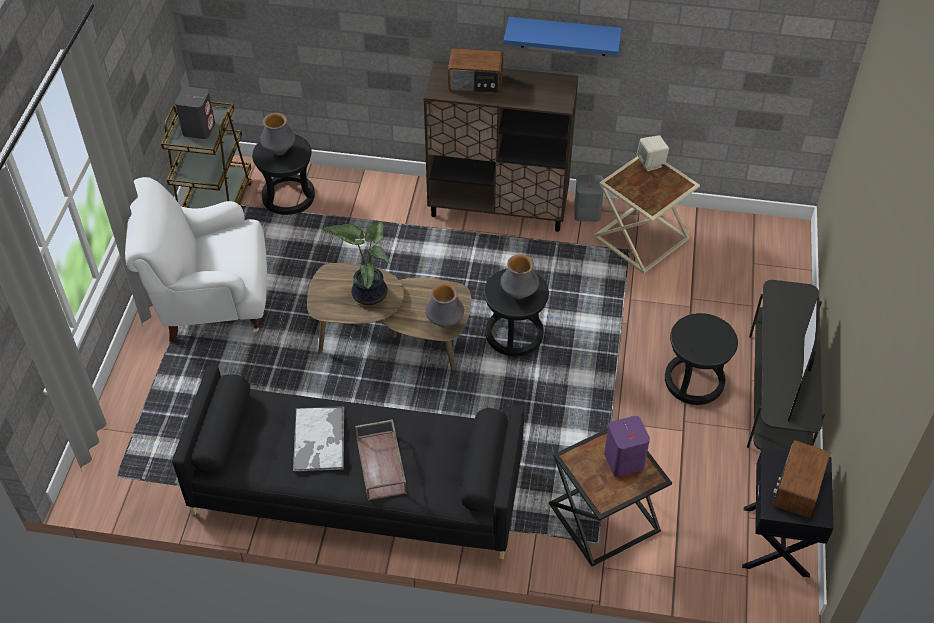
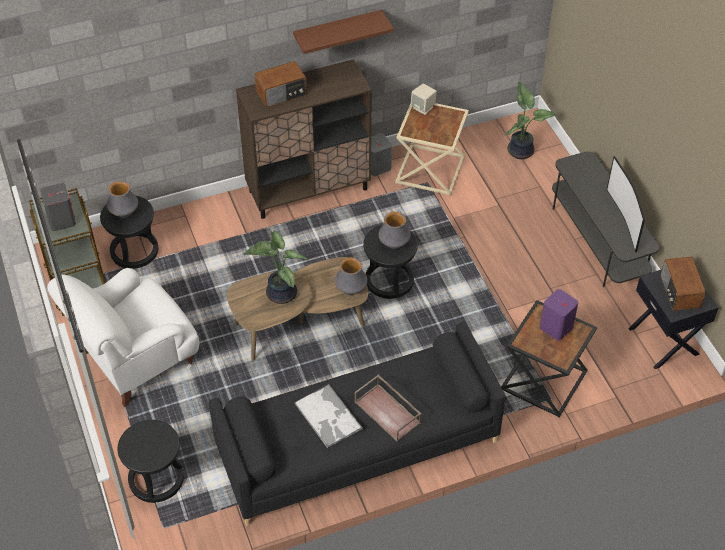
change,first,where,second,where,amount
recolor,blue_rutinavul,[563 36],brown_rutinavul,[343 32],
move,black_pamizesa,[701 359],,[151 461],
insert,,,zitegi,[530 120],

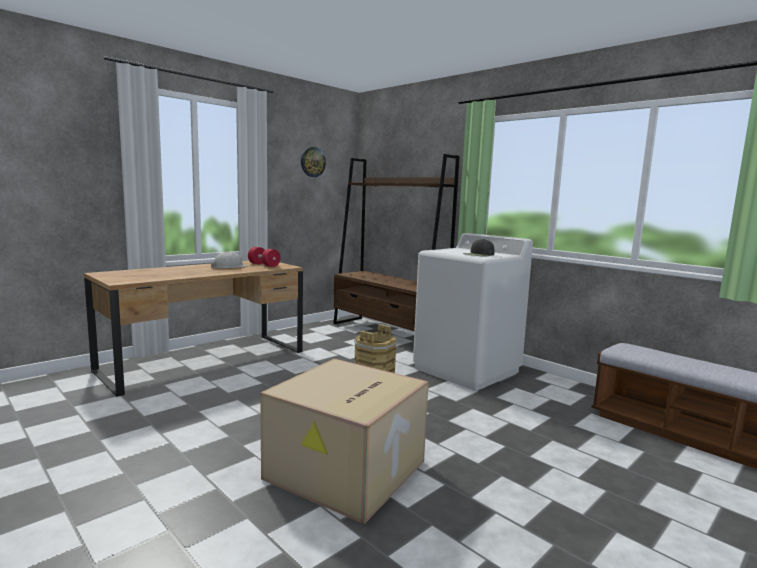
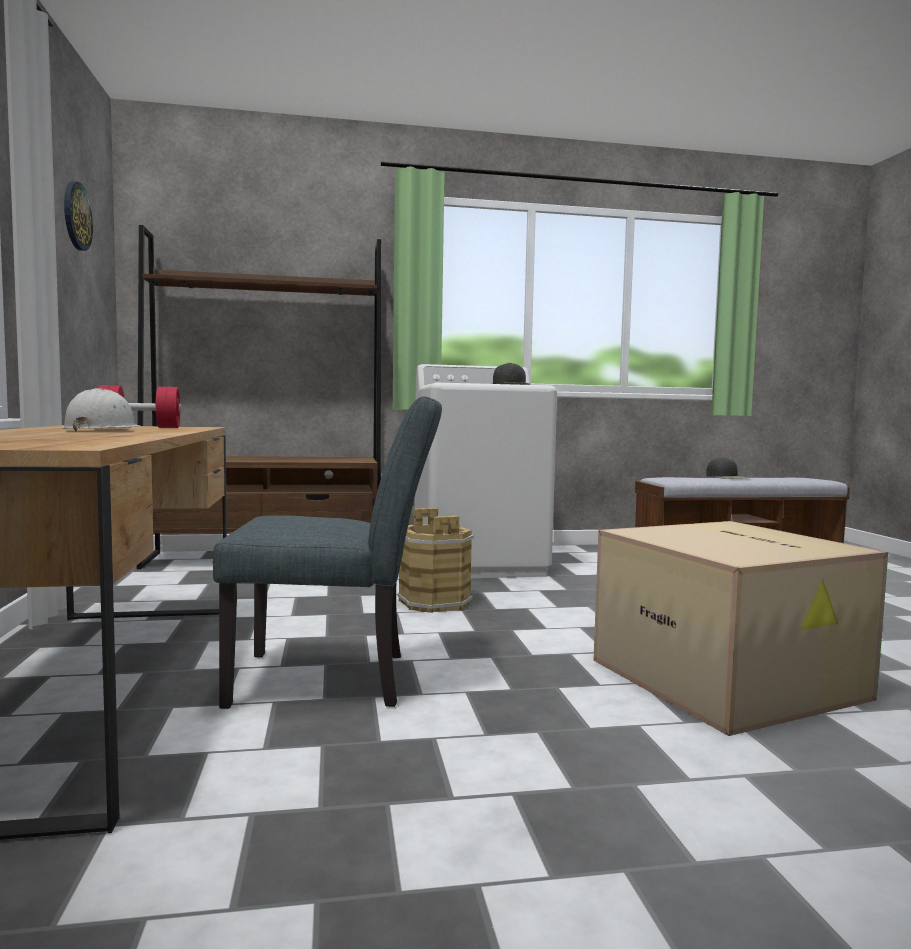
change,first,where,second,where,amount
insert,,,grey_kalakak,[327 553],
insert,,,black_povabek,[728 468],

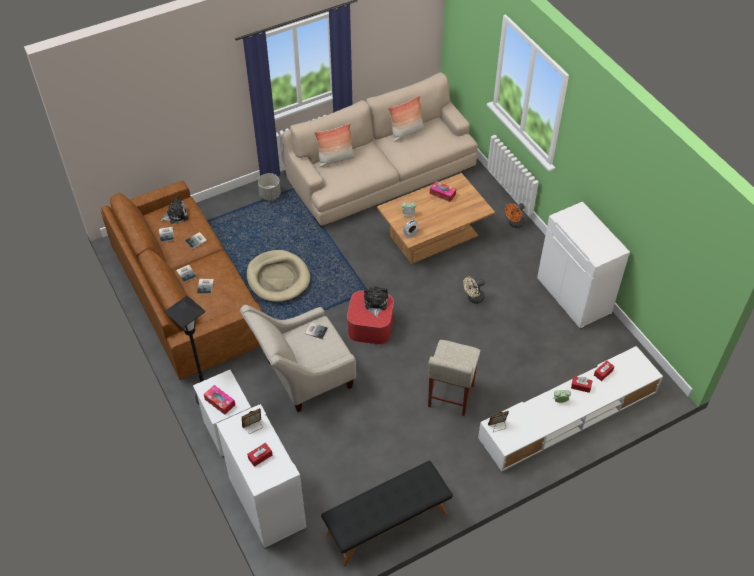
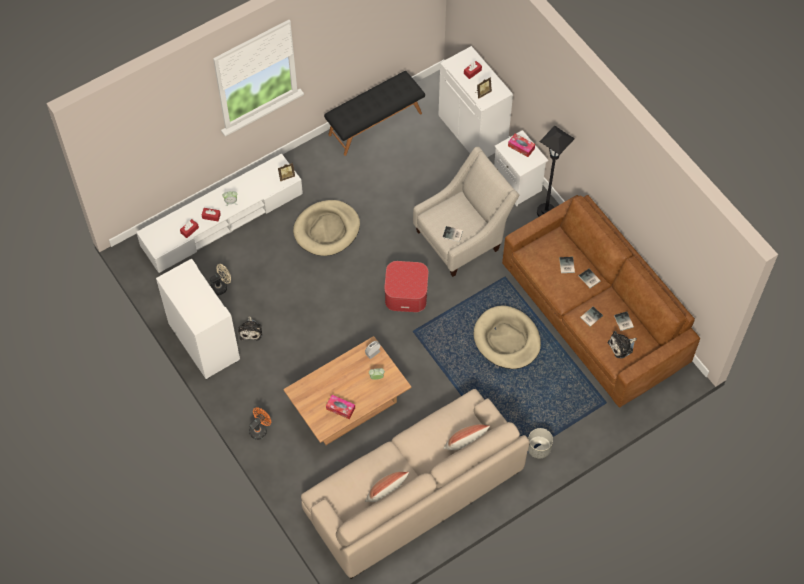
change,first,where,second,where,amount
move,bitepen,[376 302],,[250 328],
replace,beige_pamizesa,[454 378],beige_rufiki,[326 228],
move,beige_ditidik,[474 290],,[220 279],

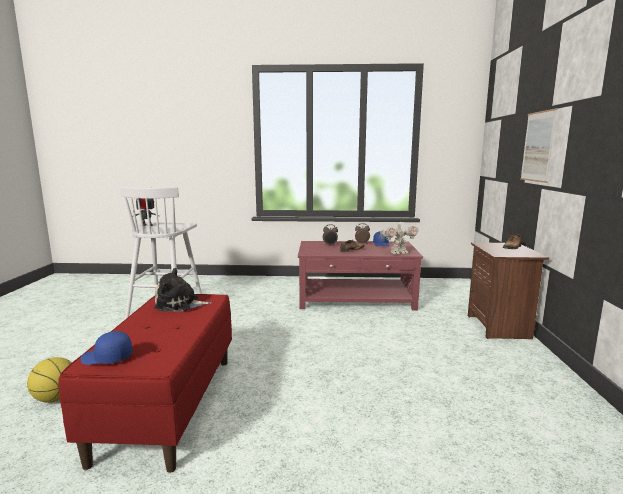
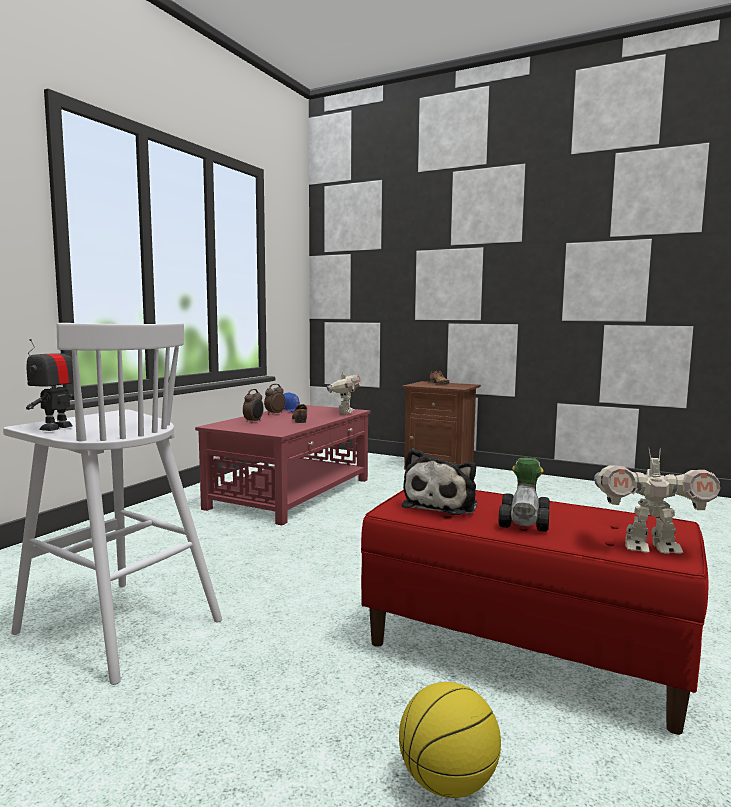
change,first,where,second,where,amount
replace,blue_povabek,[107 348],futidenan,[657 501],
delete,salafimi,[538 145],,,
insert,,,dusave,[524 495],

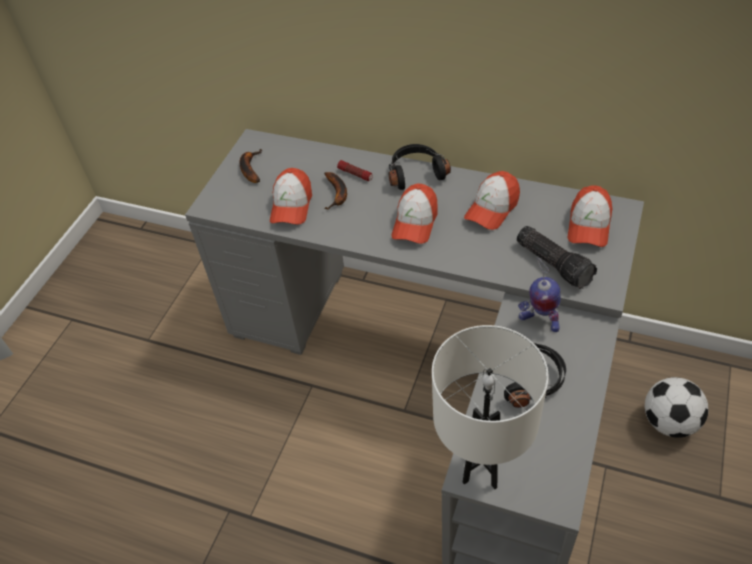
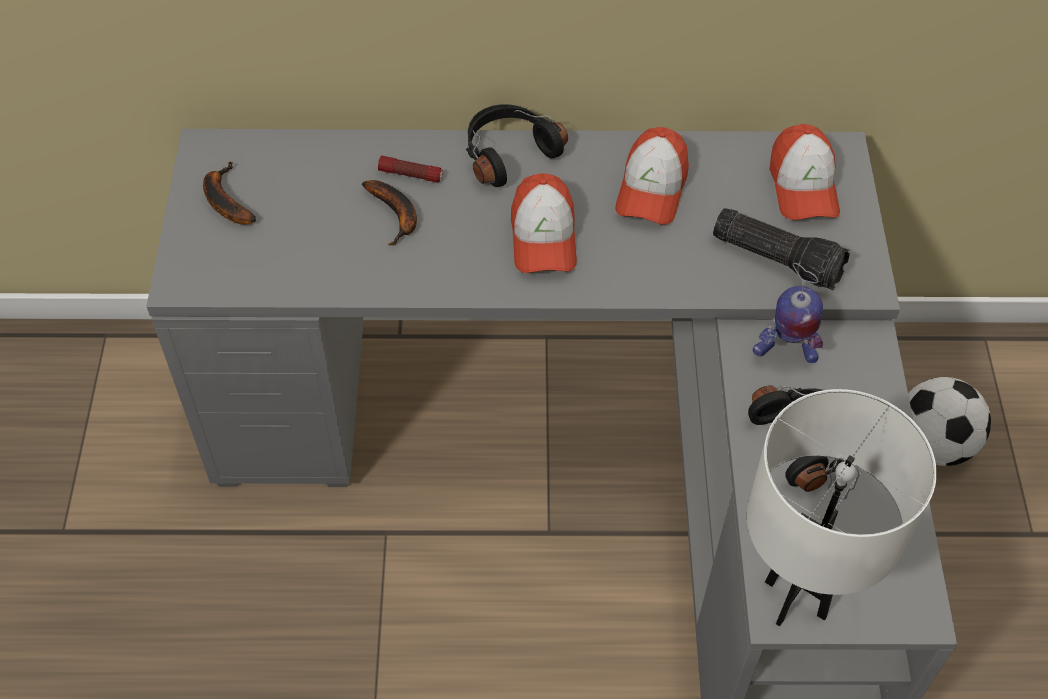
change,first,where,second,where,amount
delete,povabek,[291 196],,,

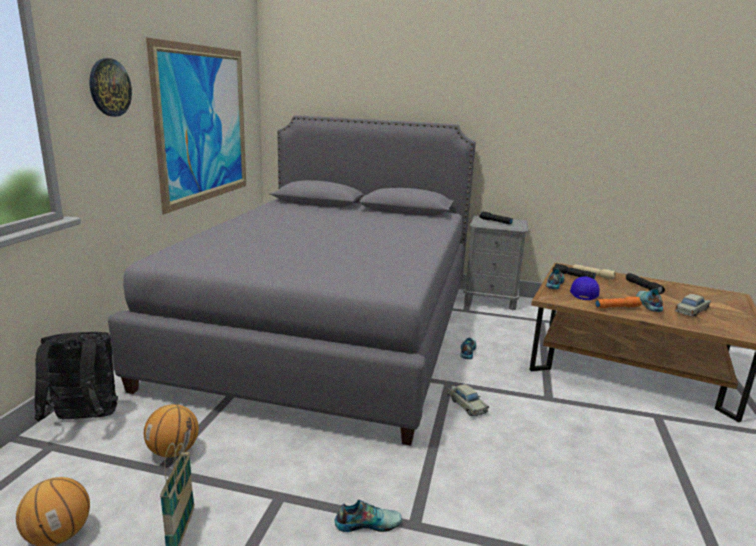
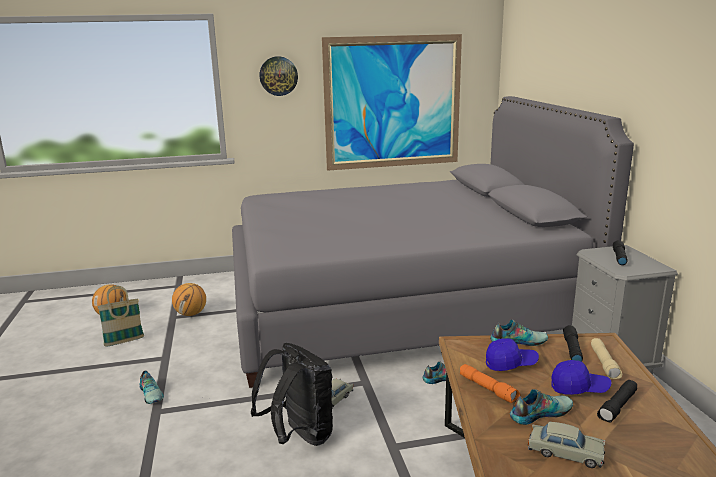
change,first,where,second,where,amount
move,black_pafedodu,[76 377],,[292 394],
insert,,,blue_povabek,[581 377],

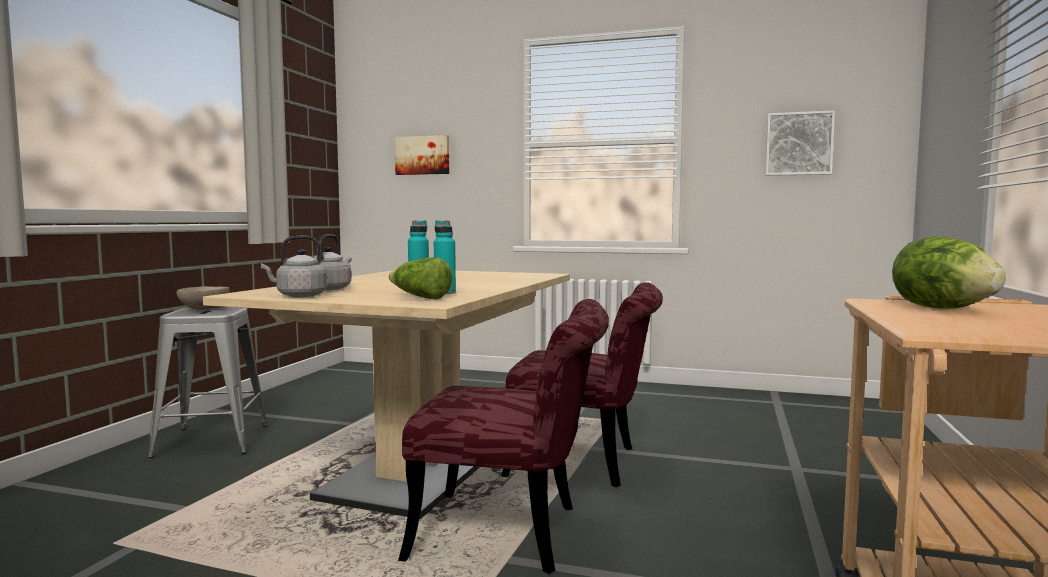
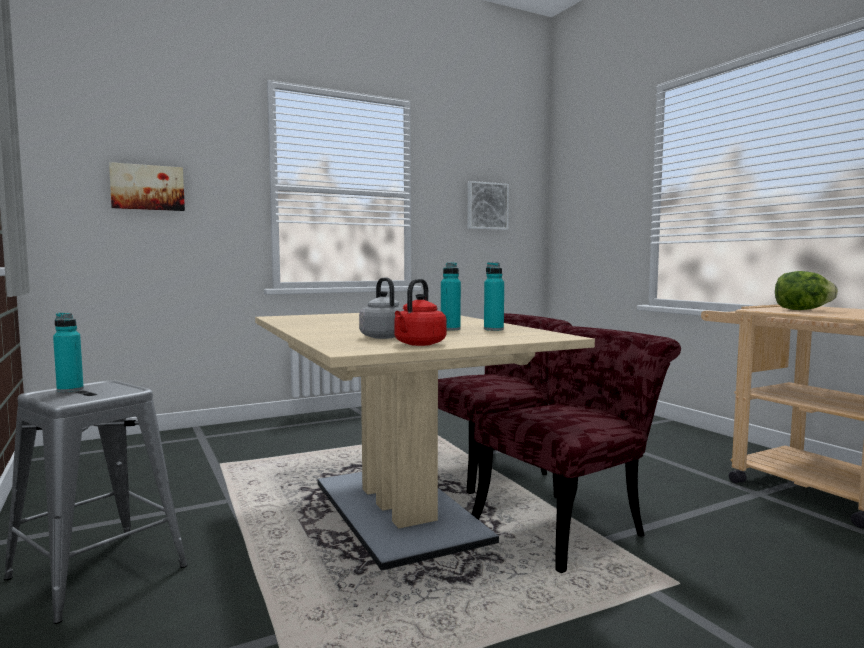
change,first,where,second,where,amount
replace,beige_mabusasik,[203 298],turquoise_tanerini,[68 352],
recolor,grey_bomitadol,[294 266],red_bomitadol,[420 312],
delete,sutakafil,[420 278],,,

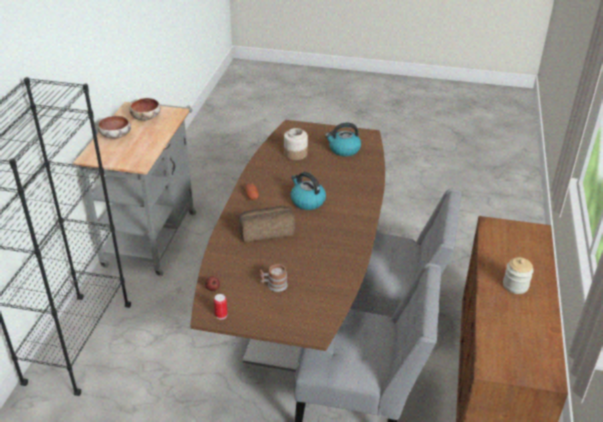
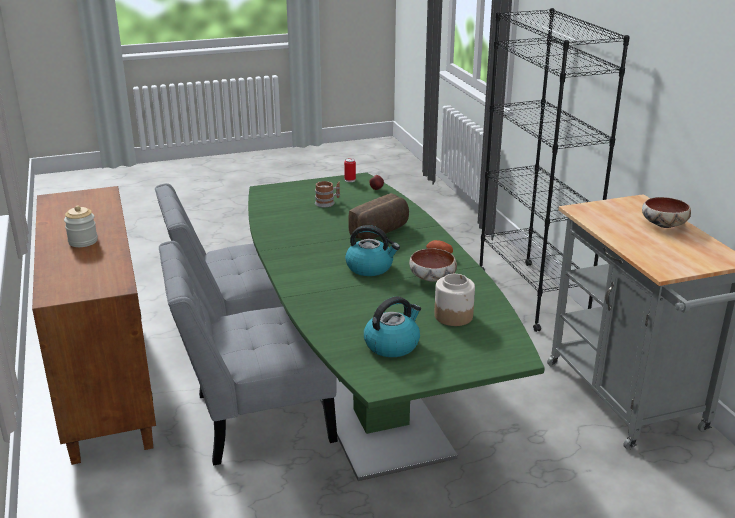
change,first,where,second,where,amount
move,mabusasik,[145 109],,[433 265],
recolor,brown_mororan,[287 246],green_mororan,[396 326],

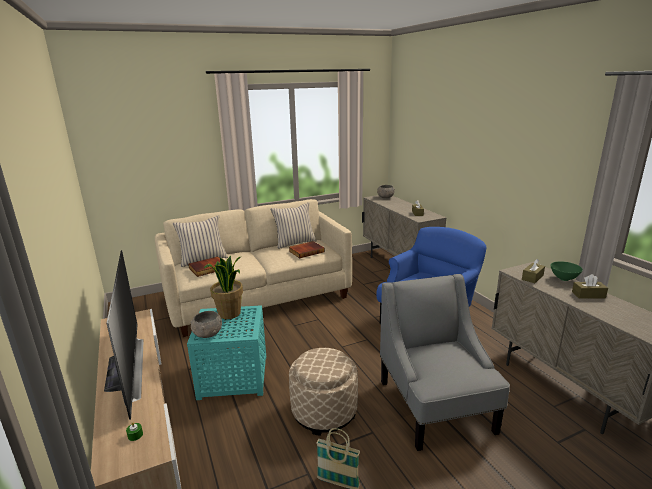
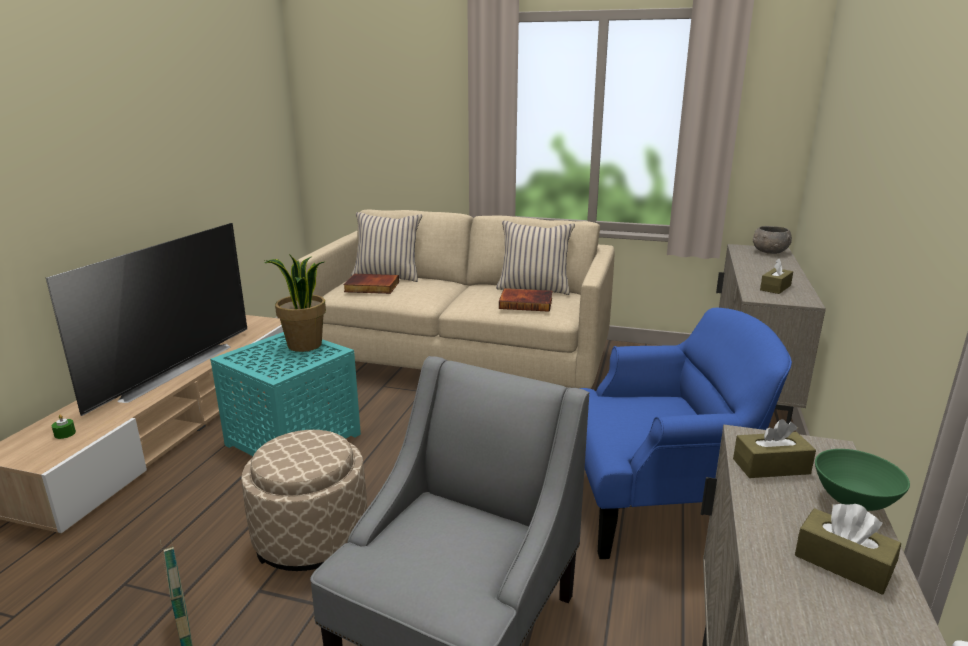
change,first,where,second,where,amount
delete,grey_mabusasik,[206 324],,,

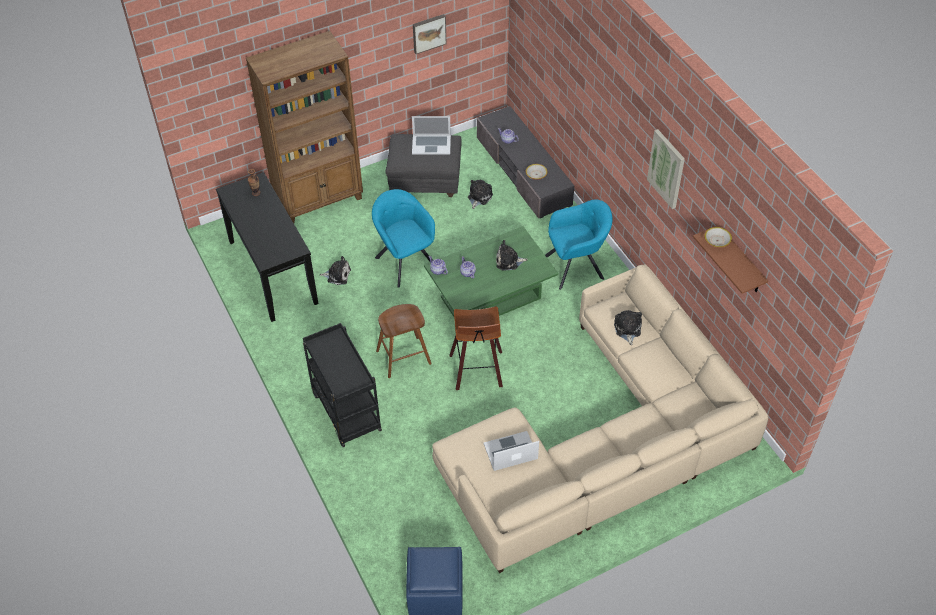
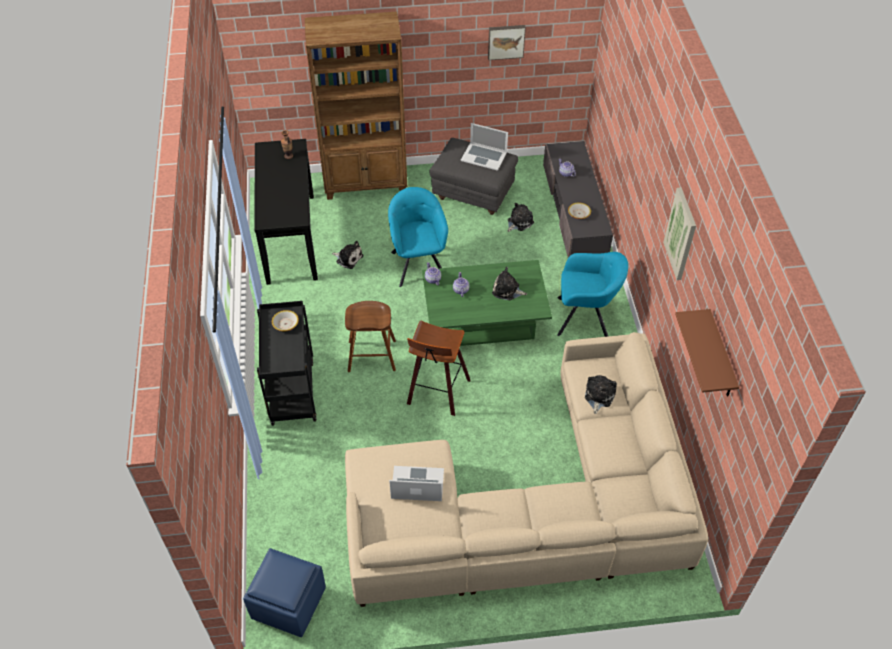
change,first,where,second,where,amount
move,mabusasik,[718 237],,[285 320],

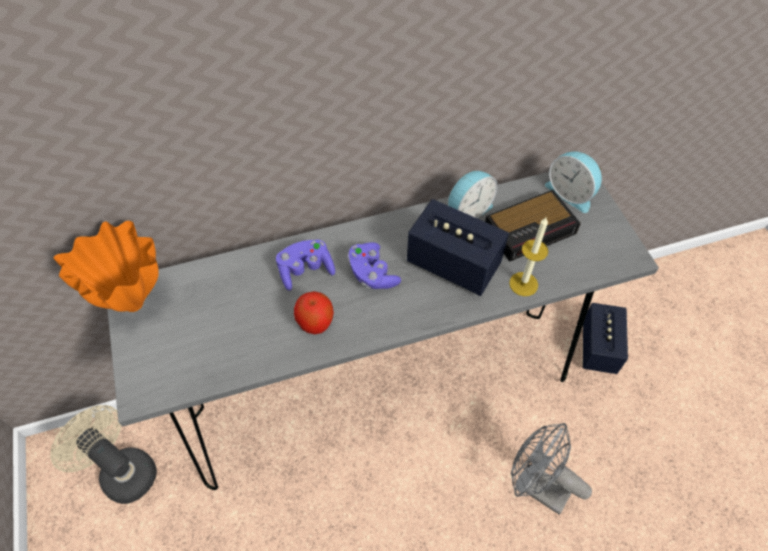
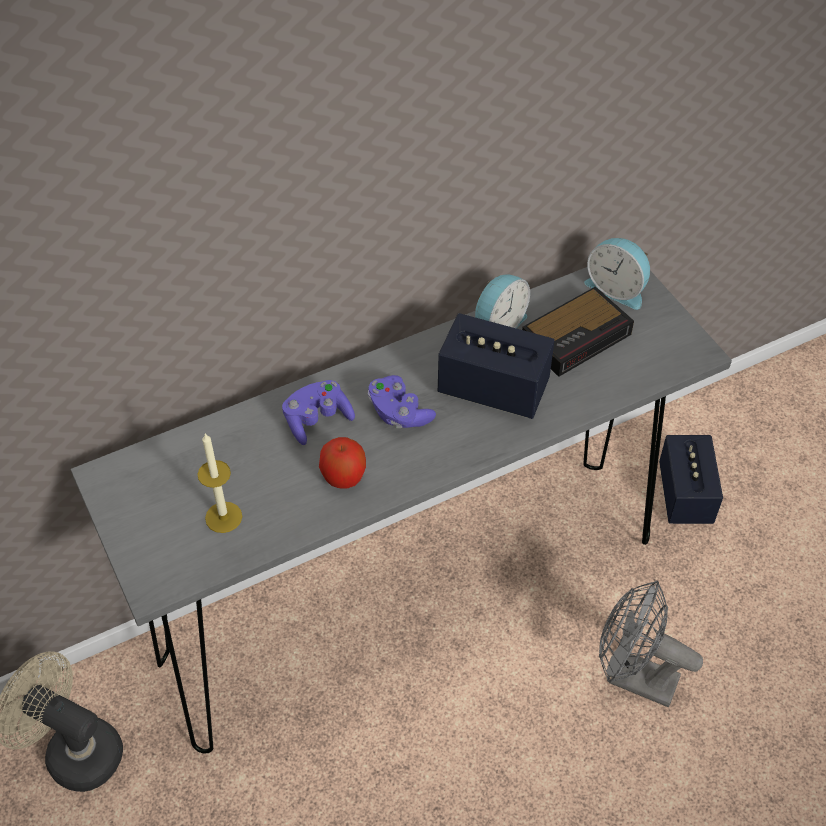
change,first,where,second,where,amount
delete,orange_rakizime,[106 266],,,
move,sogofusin,[528 256],,[219 483],

